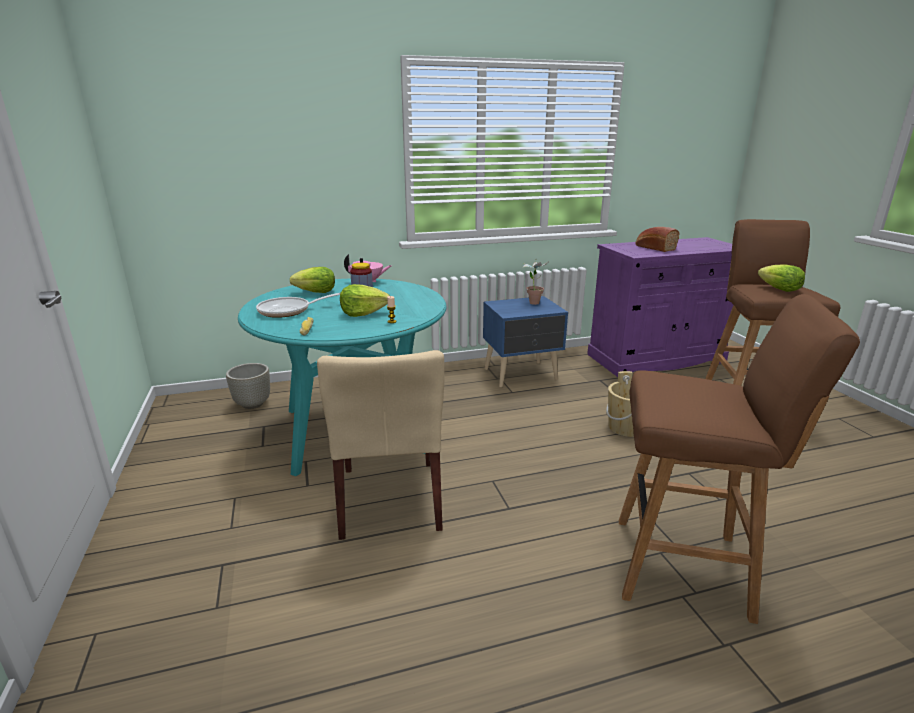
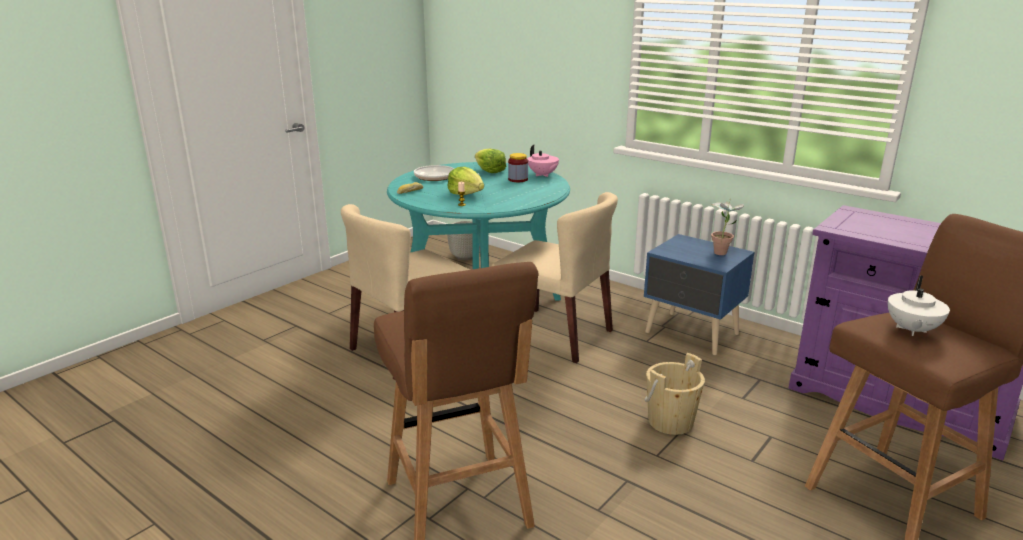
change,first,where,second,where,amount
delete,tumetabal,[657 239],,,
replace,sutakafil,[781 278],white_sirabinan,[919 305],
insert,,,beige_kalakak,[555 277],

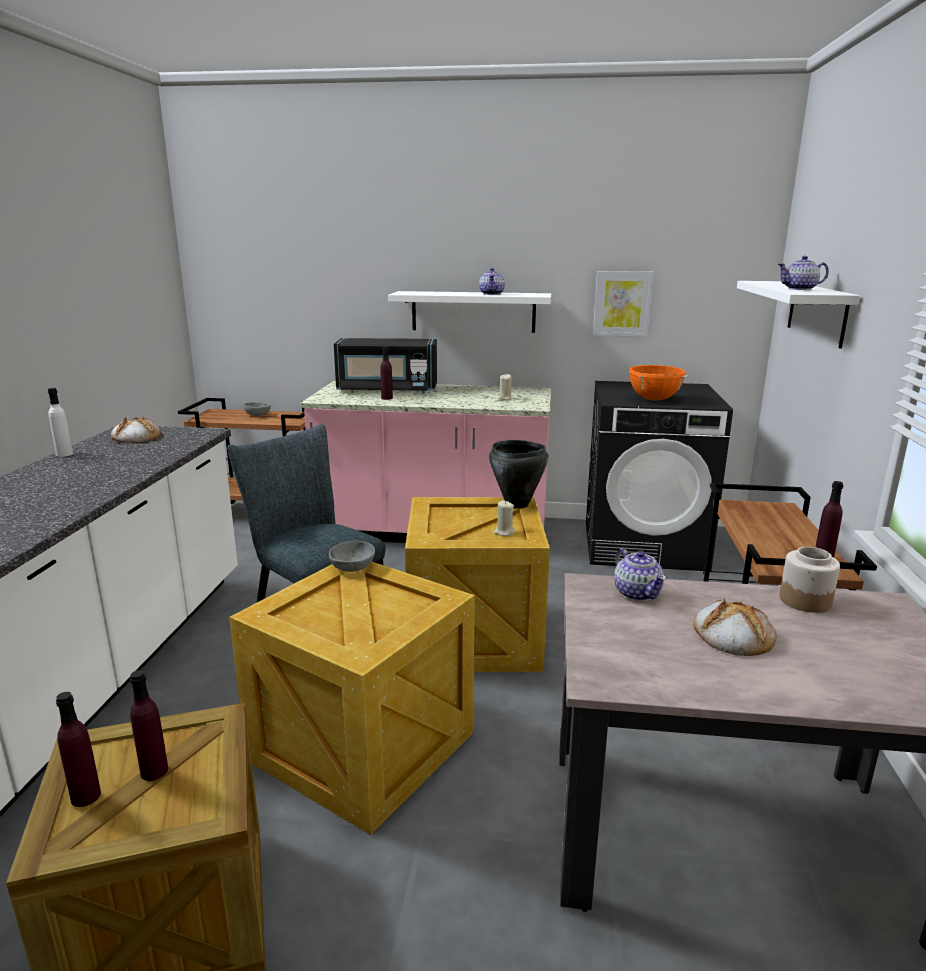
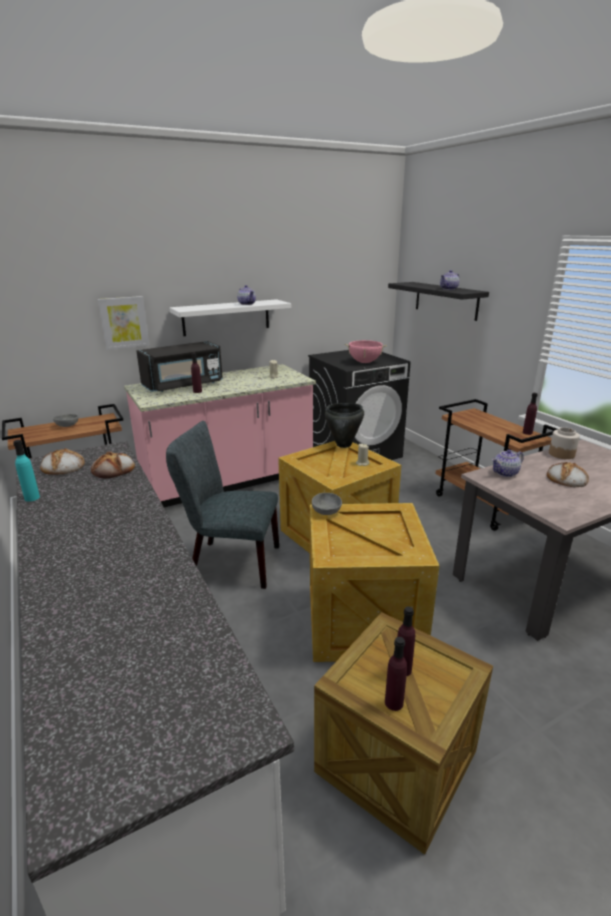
change,first,where,second,where,amount
recolor,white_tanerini,[60 422],turquoise_tanerini,[26 471],
move,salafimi,[623 304],,[124 323],
rotate,sirabinan,[640 574],,[508 463],120 degrees clockwise
recolor,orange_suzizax,[658 383],pink_suzizax,[366 351],
recolor,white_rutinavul,[798 315],black_rutinavul,[438 301],
insert,,,tumetabal,[113 464],

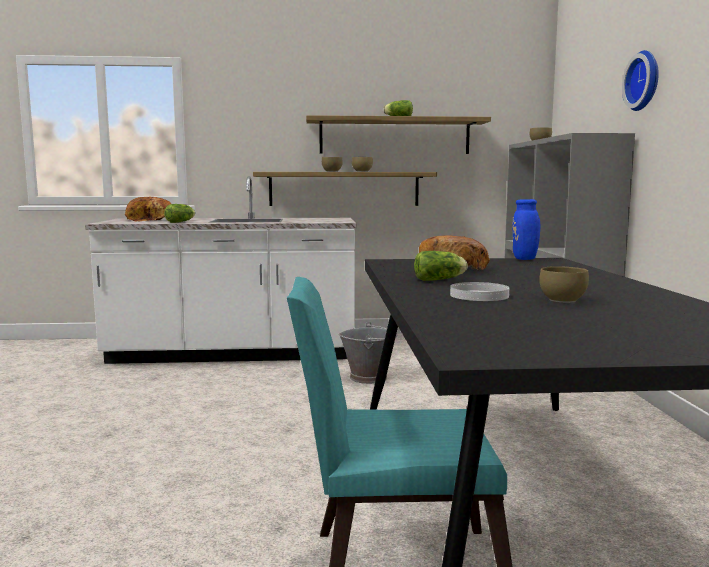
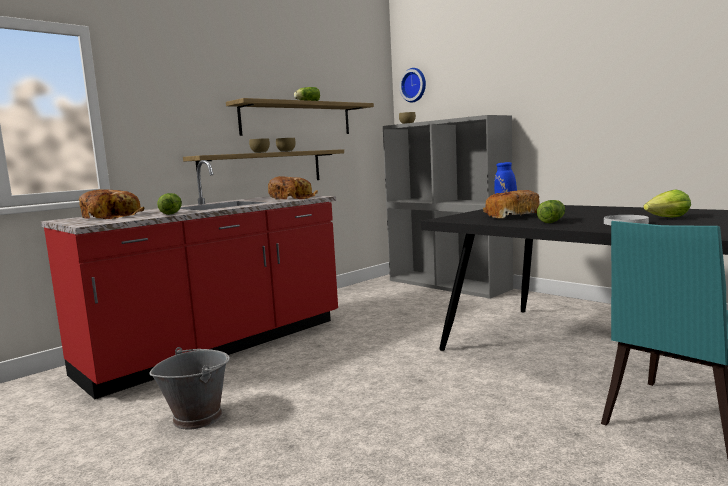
change,first,where,second,where,amount
recolor,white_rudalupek,[221 270],red_rudalupek,[189 279],
move,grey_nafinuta,[367 353],,[190 388],
replace,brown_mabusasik,[564 284],sutakafil,[667 203],
move,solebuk,[640 80],,[412 85],
insert,,,tumetabal,[293 187],

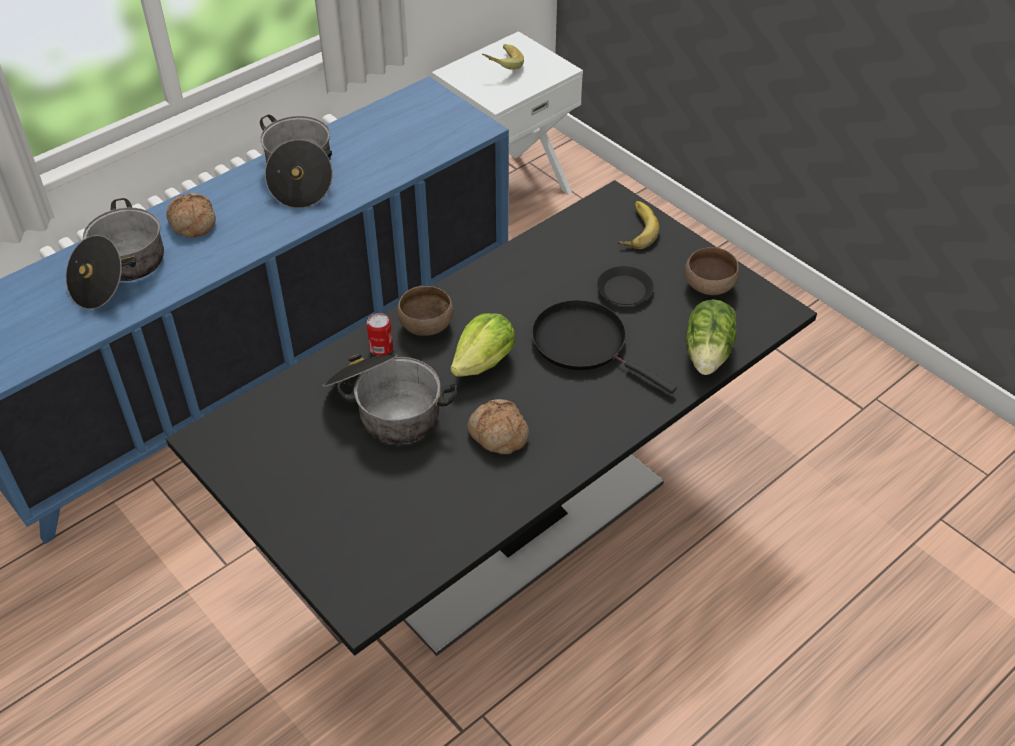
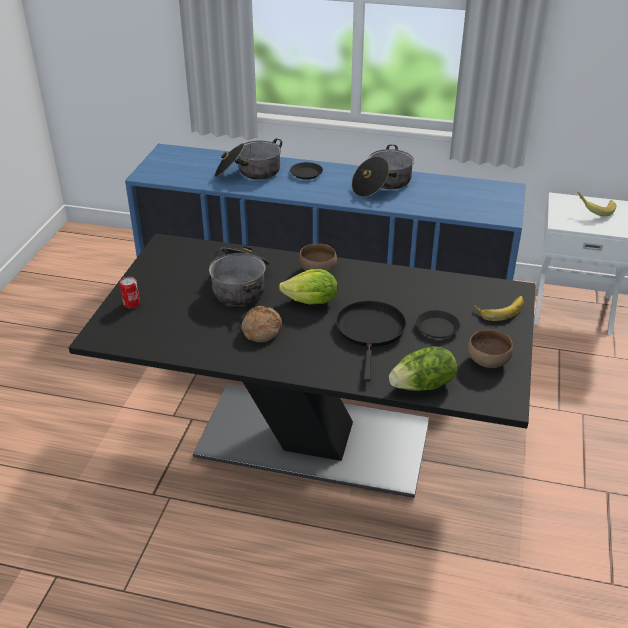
change,first,where,second,where,amount
replace,tumetabal,[191 215],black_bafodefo,[306 171],
move,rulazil,[380 334],,[130 293],

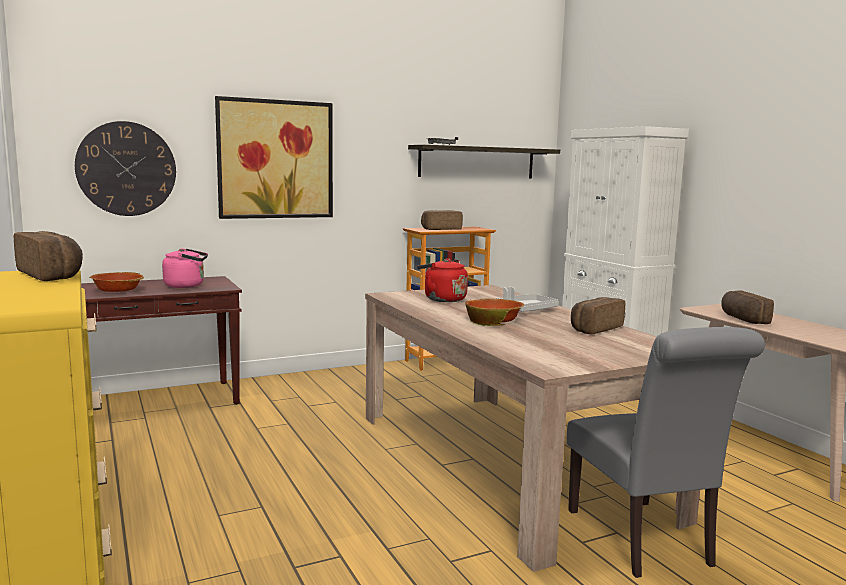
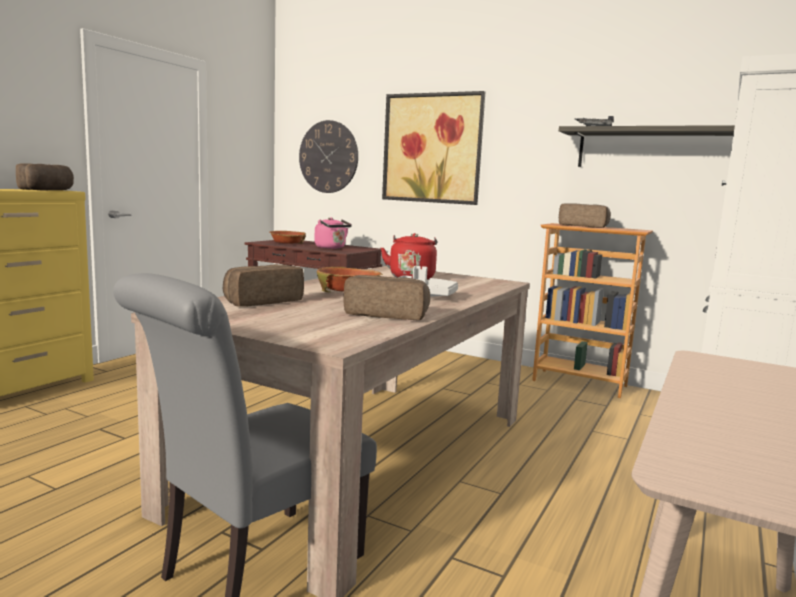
change,first,where,second,where,amount
move,tumetabal,[747 307],,[263 285],

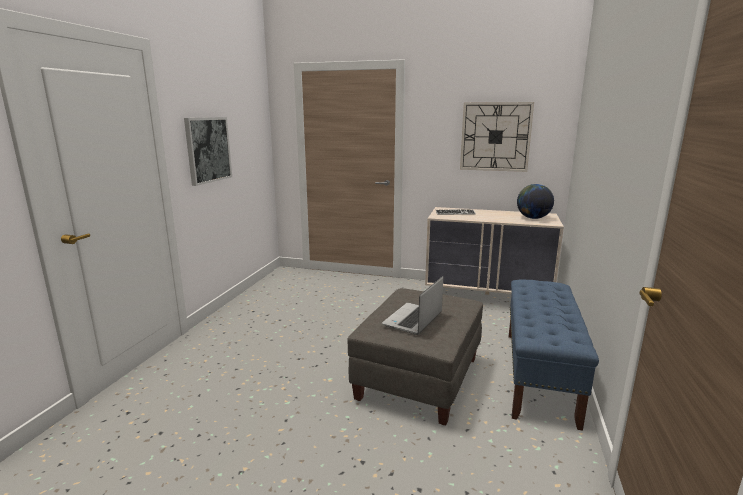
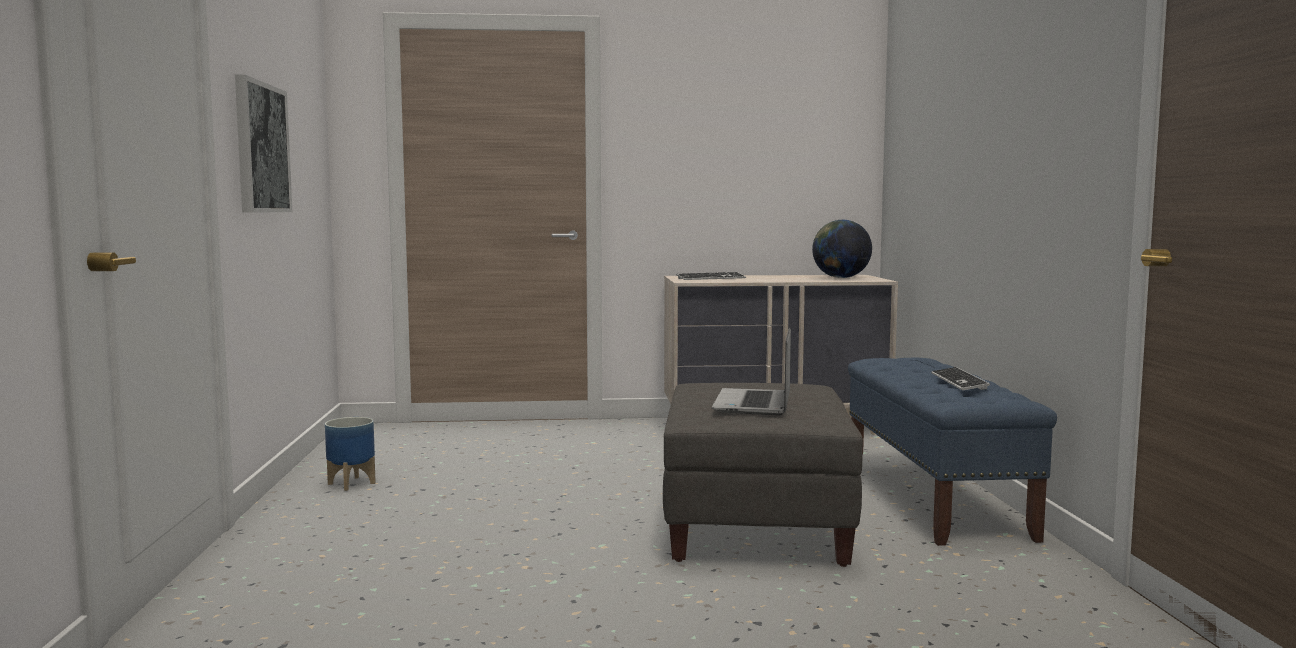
change,first,where,second,where,amount
delete,solebuk,[497 137],,,
insert,,,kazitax,[350 454],
insert,,,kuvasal,[960 378],

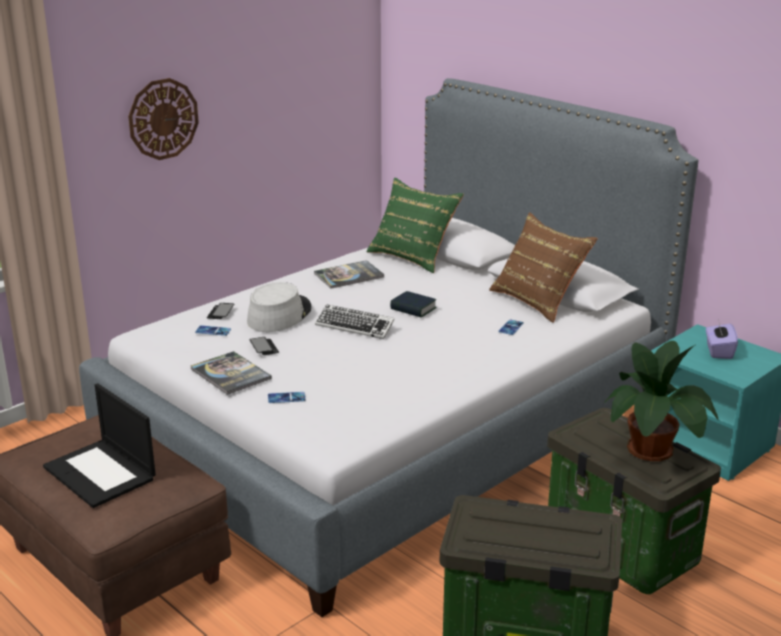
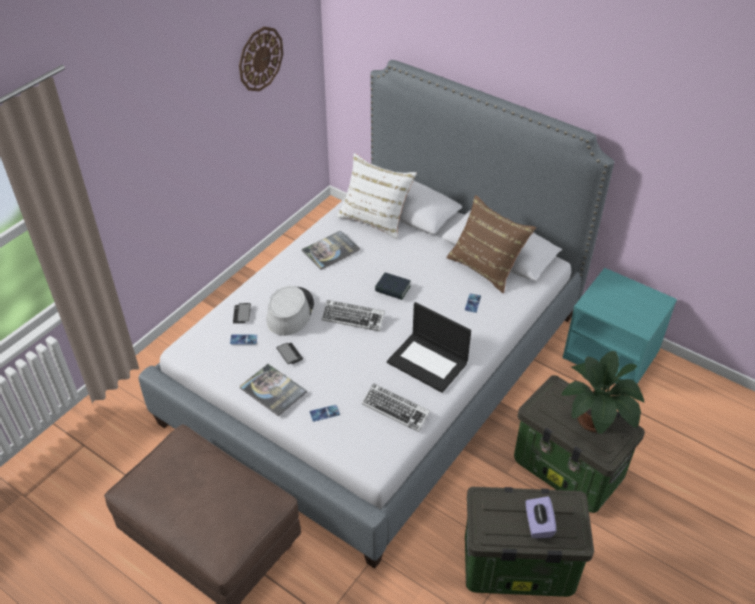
change,first,where,second,where,amount
move,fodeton,[99 445],,[429 347],
move,solebuk,[163 119],,[261 59],
recolor,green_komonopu,[415 225],white_komonopu,[377 196],
move,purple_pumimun,[722 339],,[541 517],
insert,,,kuvasal,[396 407],

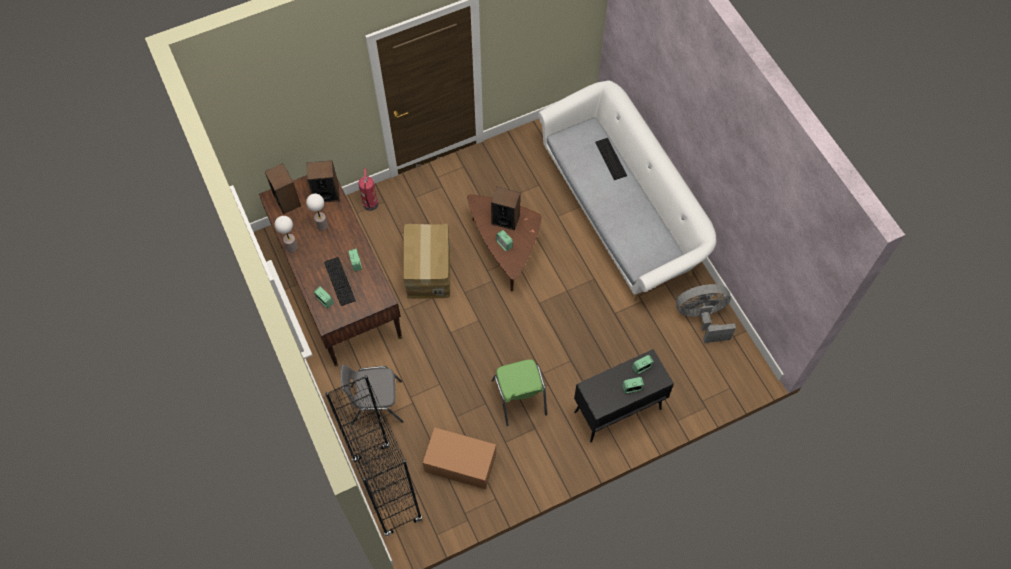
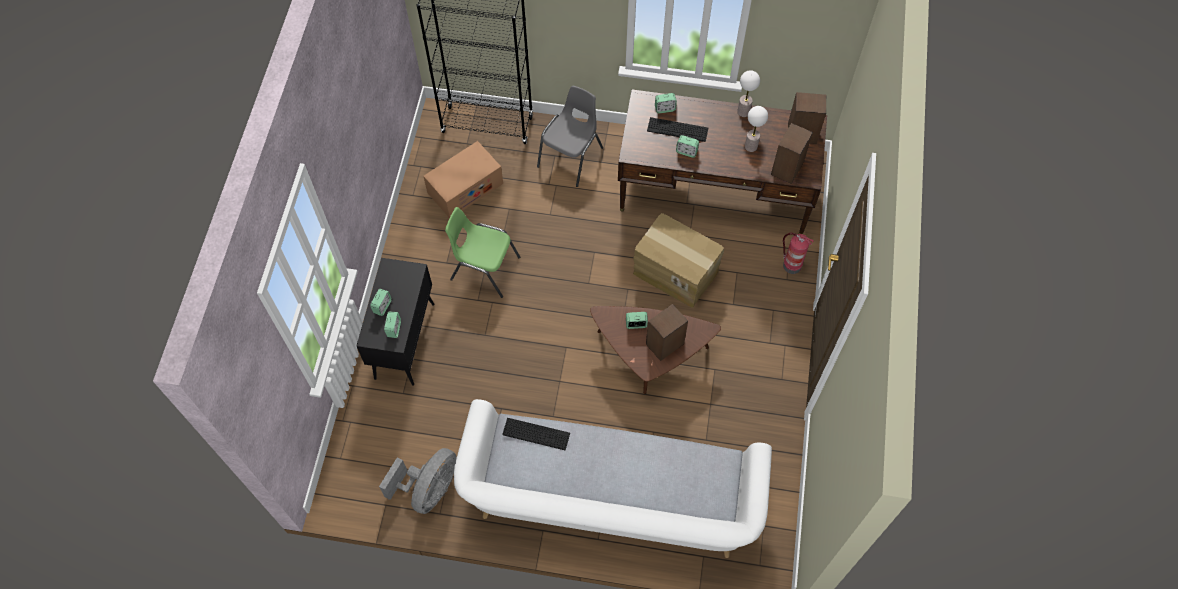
change,first,where,second,where,amount
move,kuvasal,[611 159],,[536 434],

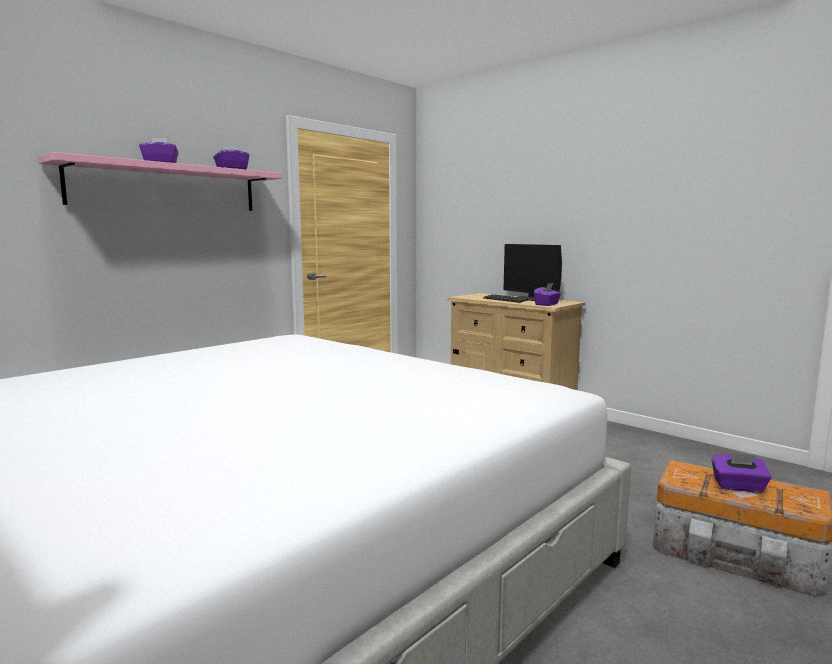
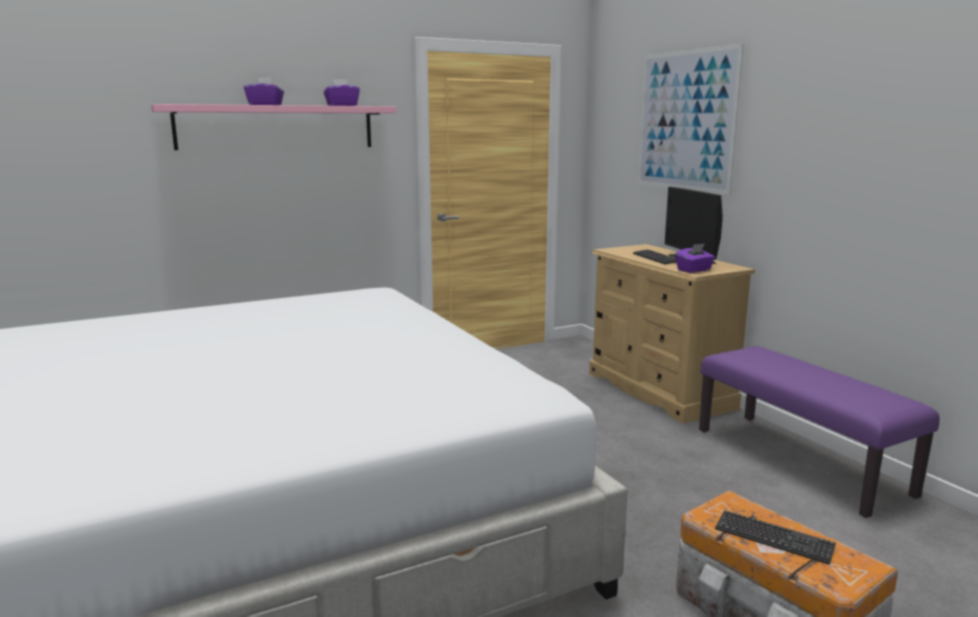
change,first,where,second,where,amount
replace,purple_pumimun,[741 473],kuvasal,[775 537],
insert,,,salafimi,[690 119],
insert,,,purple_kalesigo,[819 432],

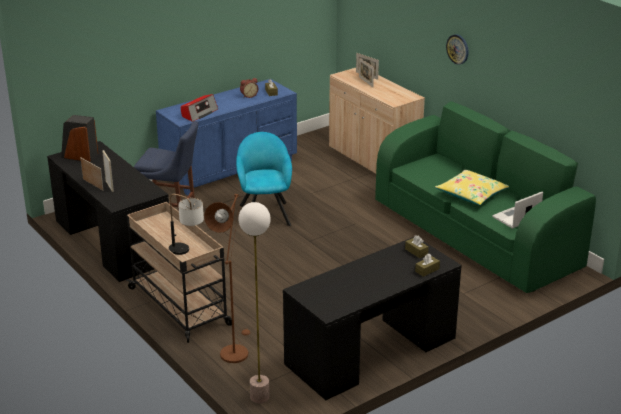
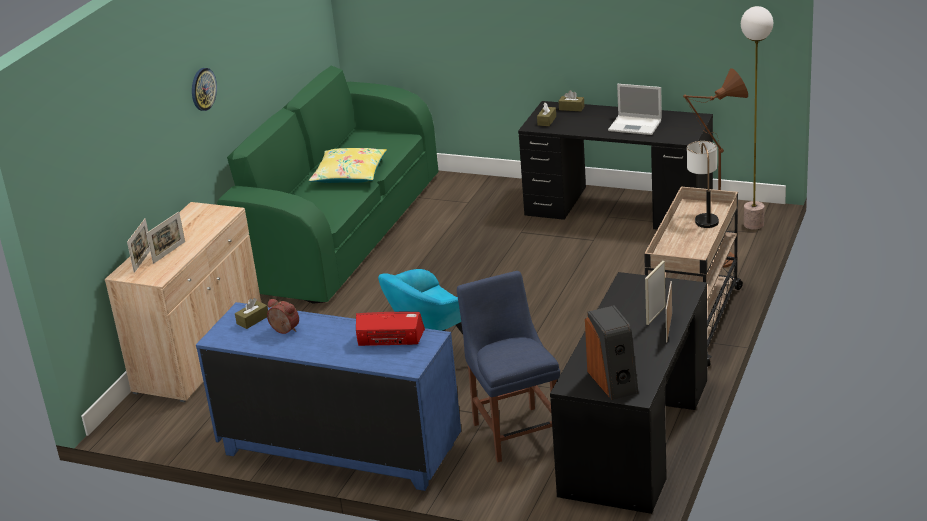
change,first,where,second,where,amount
move,fodeton,[517 210],,[635 109],

